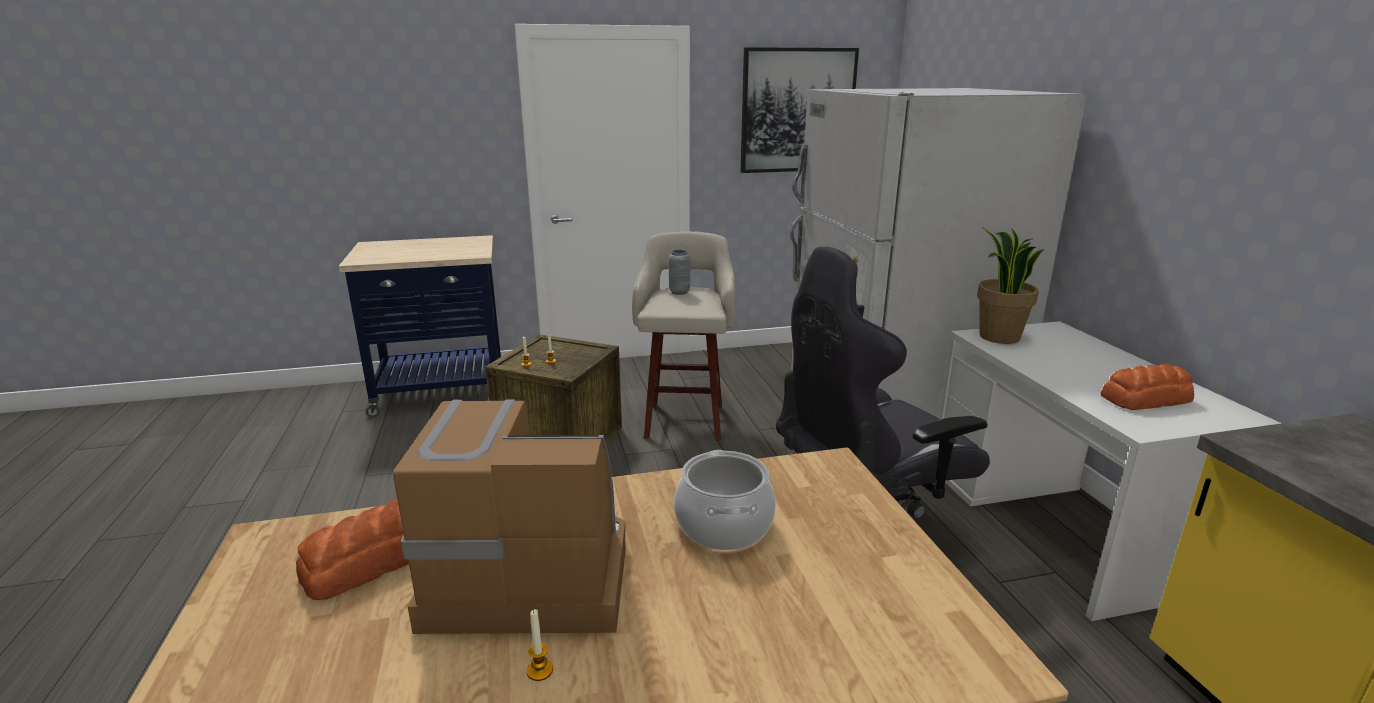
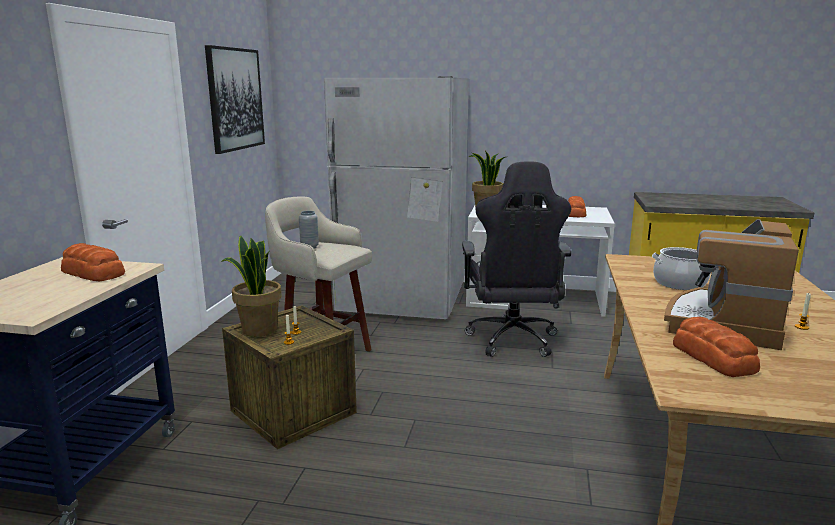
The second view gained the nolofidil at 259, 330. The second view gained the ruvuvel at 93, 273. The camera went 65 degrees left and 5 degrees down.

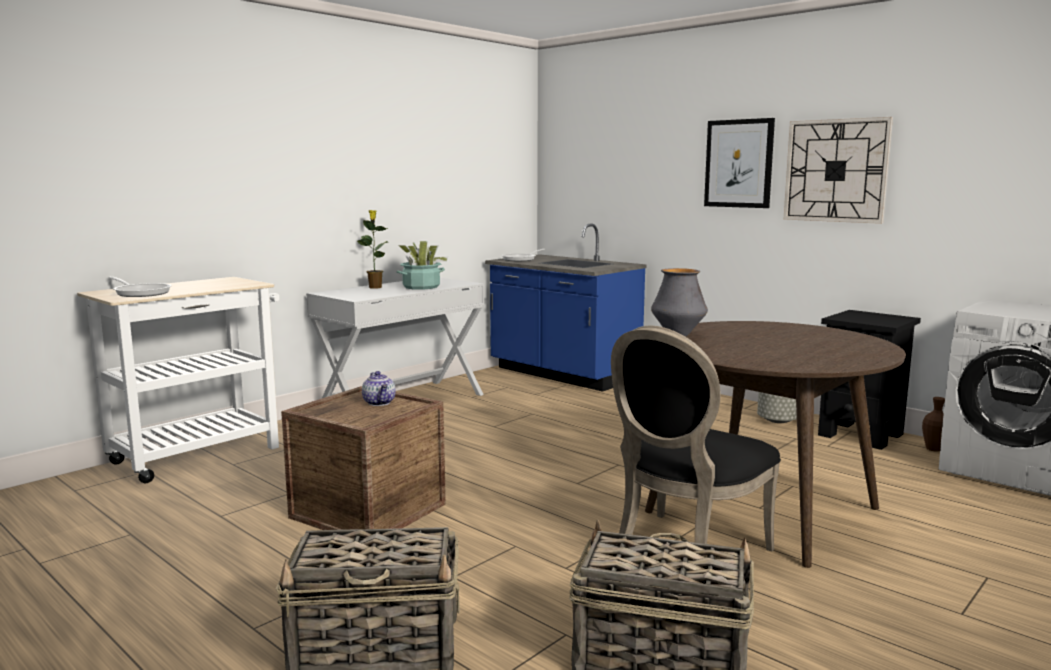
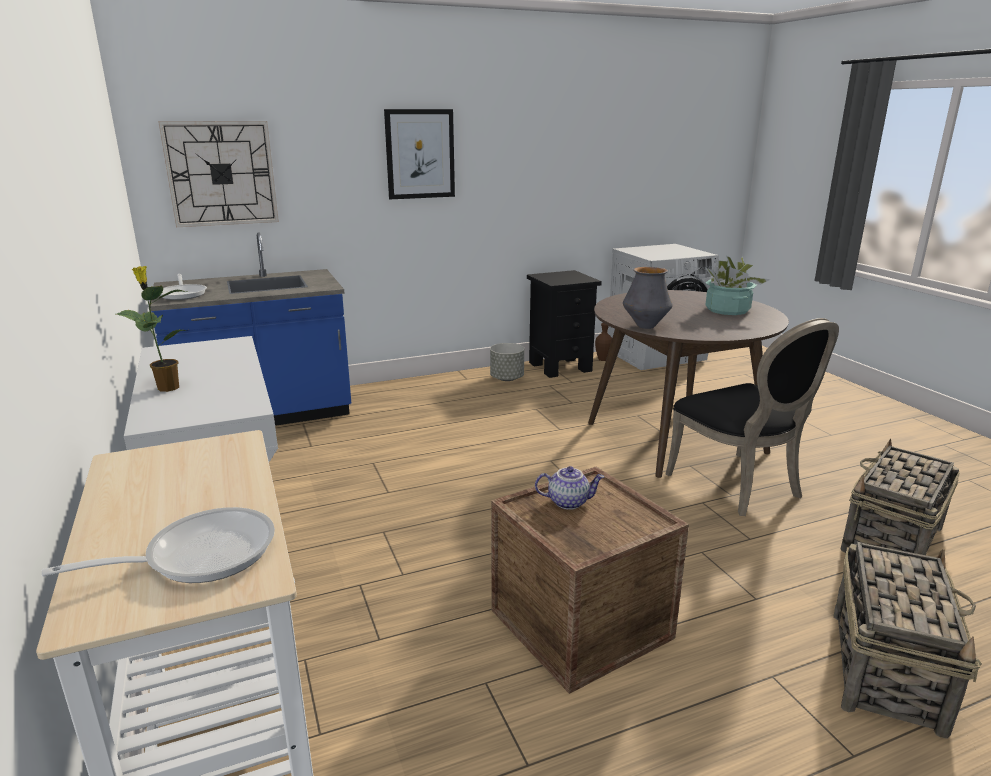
The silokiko ended up elsewhere, having gone from 836, 170 to 221, 173. The nolofidil ended up elsewhere, having gone from 421, 287 to 727, 310. The camera went 65 degrees left and 10 degrees up.

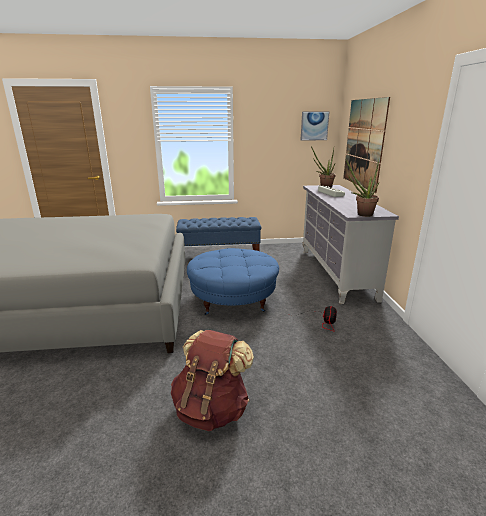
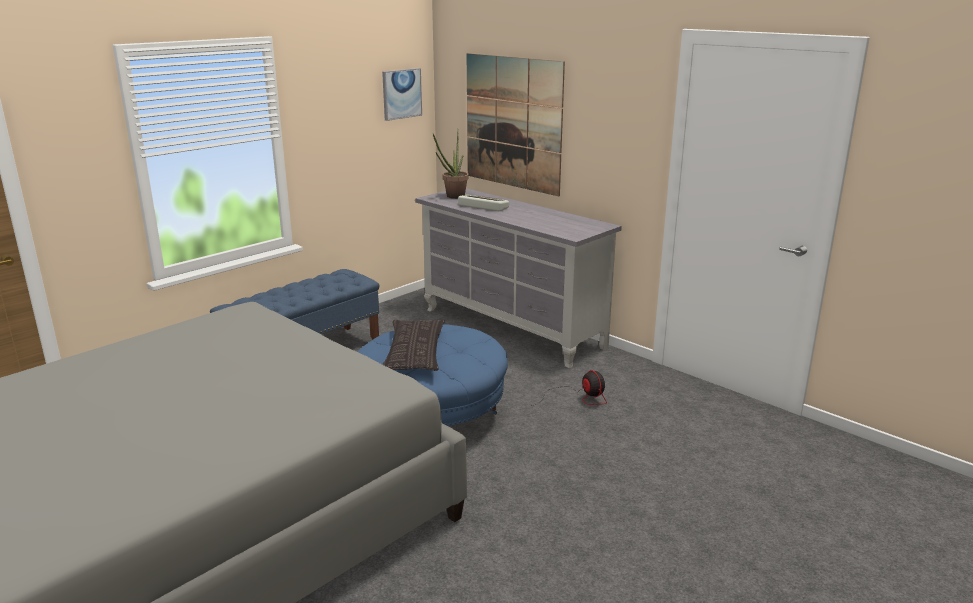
The second view lost the nolofidil at 361, 214. The second view lost the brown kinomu at 212, 409. The second view gained the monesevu at 414, 353. The camera went 40 degrees left and 0 degrees up.

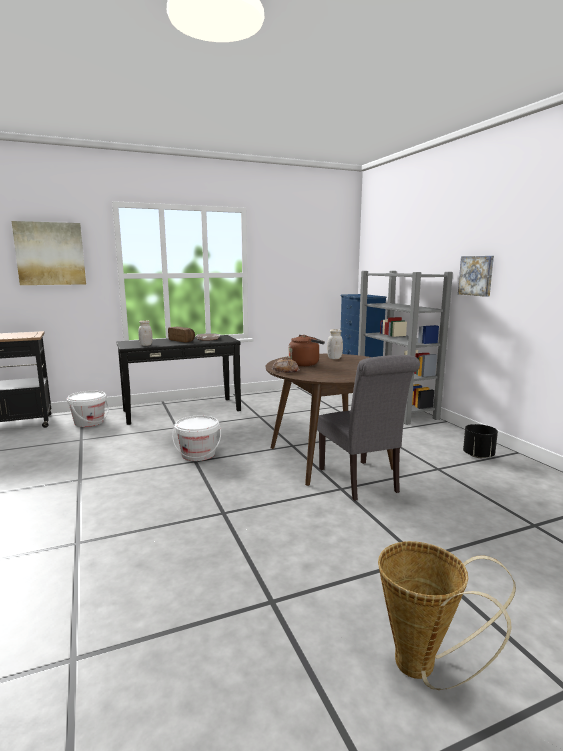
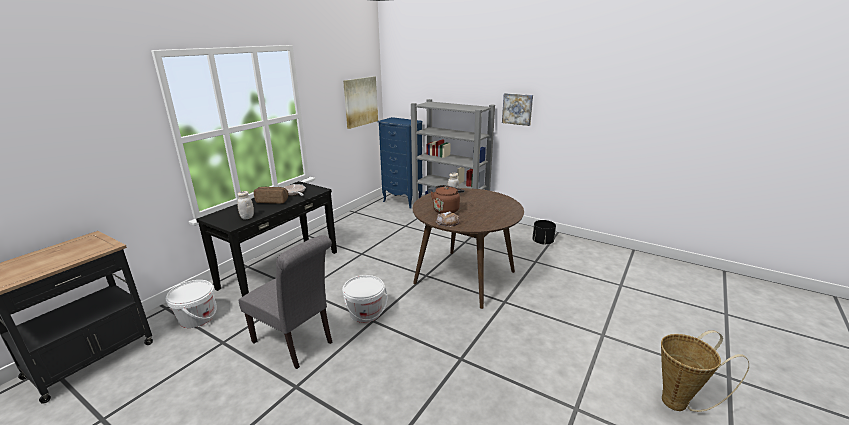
The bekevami ended up elsewhere, having gone from 50, 254 to 360, 101. The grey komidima ended up elsewhere, having gone from 361, 482 to 296, 343. The camera went 35 degrees left and 10 degrees up.

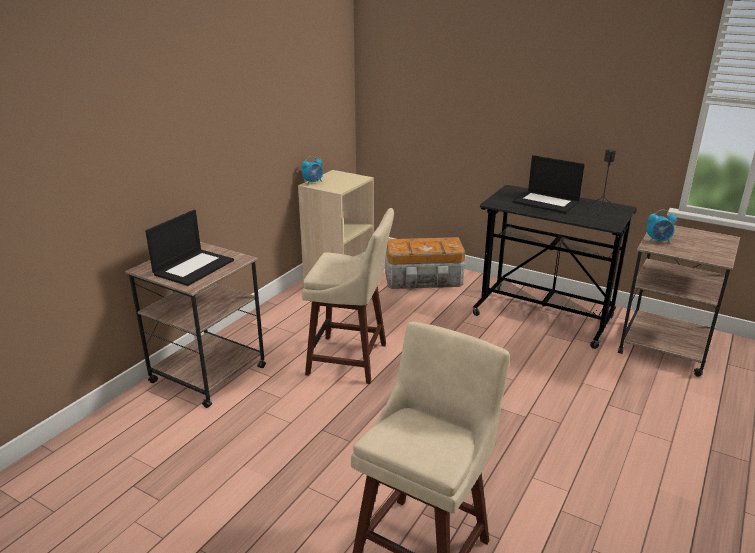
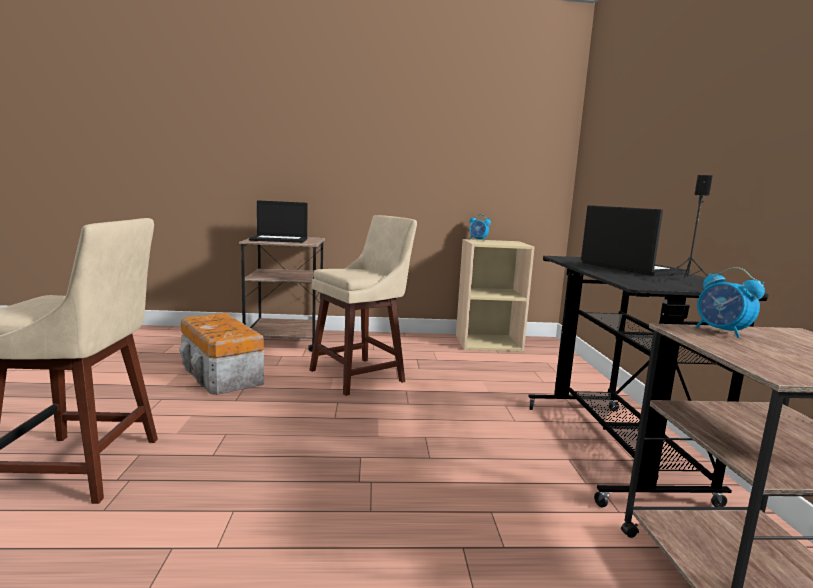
The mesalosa at 547, 202 ended up facing another way, 150 degrees clockwise from before. The beige komidima at 352, 359 ended up facing another way, 105 degrees counterclockwise from before. The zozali ended up elsewhere, having gone from 424, 279 to 221, 374. The camera went 55 degrees right and 15 degrees down.

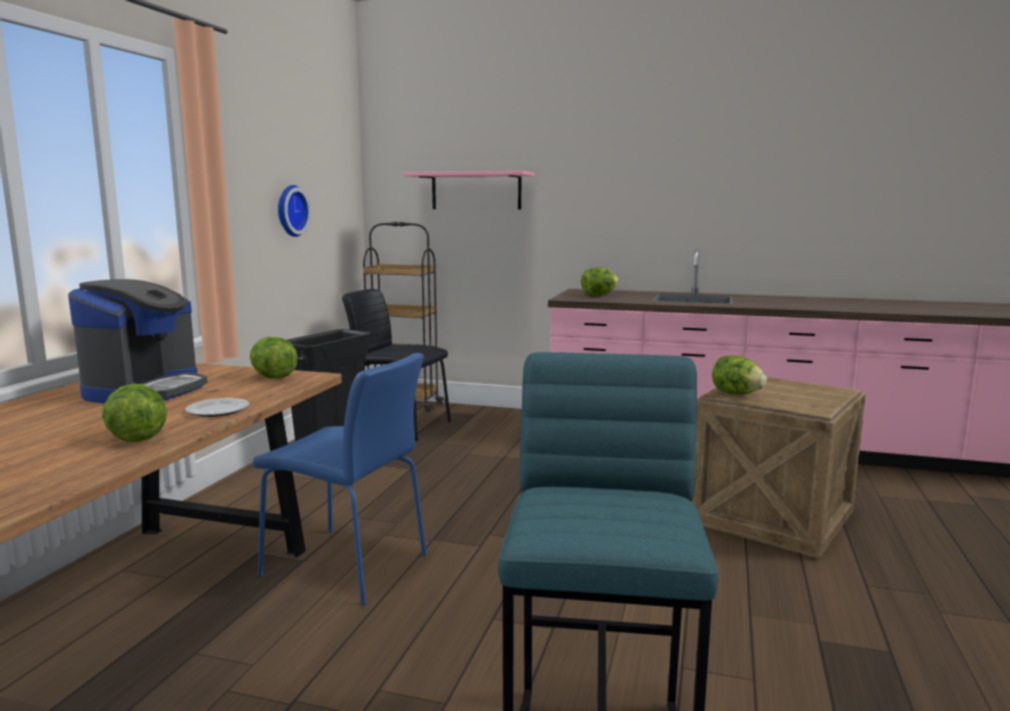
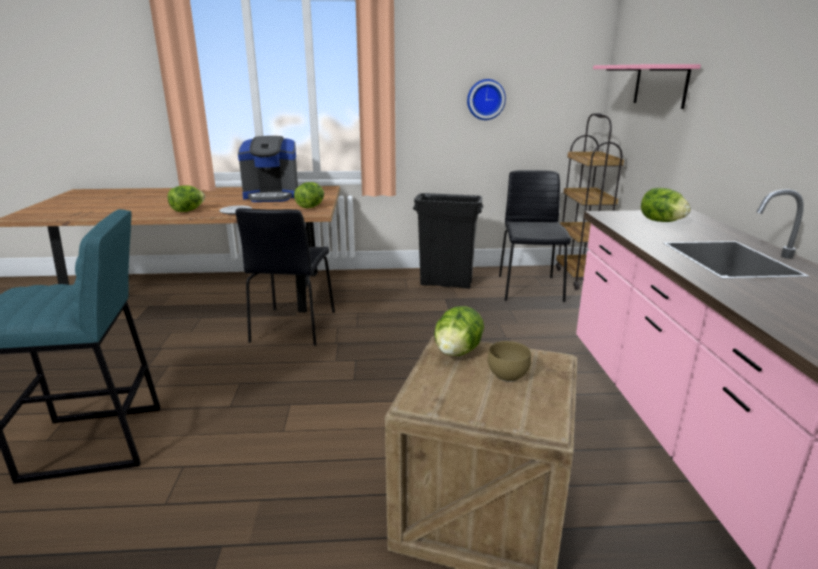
What was the blue komidima at 350, 566 turned into the black komidima at 292, 328. The second view gained the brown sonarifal at 506, 375. The camera went 70 degrees right and 10 degrees up.

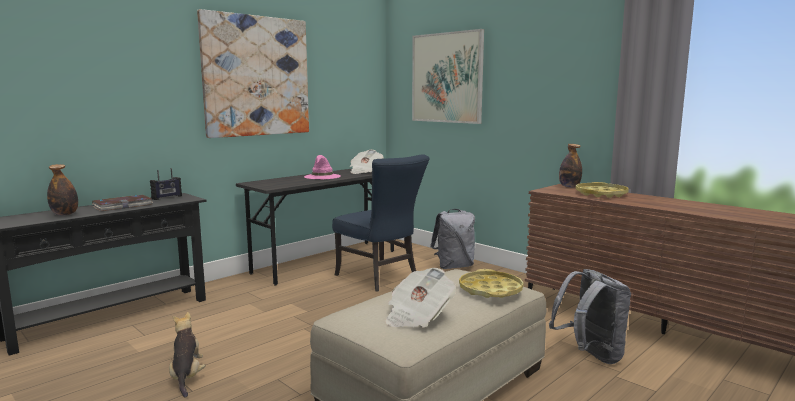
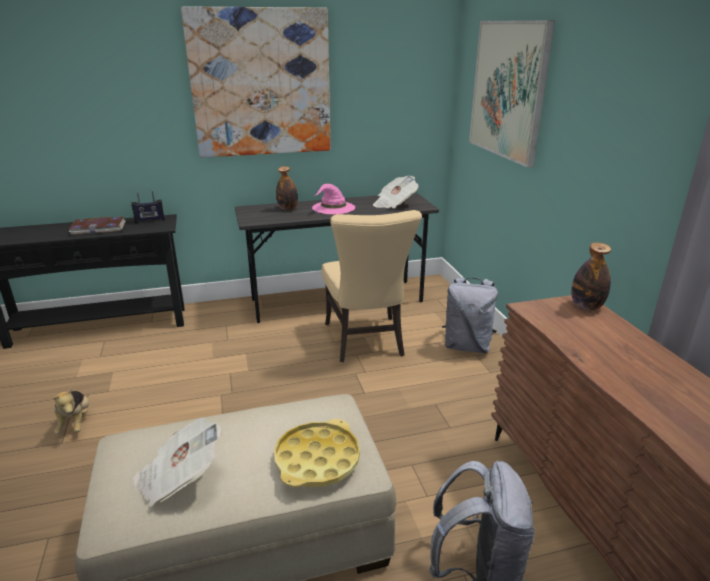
What was the blue komidima at 381, 278 turned into the beige komidima at 366, 342. The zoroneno ended up elsewhere, having gone from 65, 214 to 287, 209. The second view lost the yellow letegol at 601, 194. The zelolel at 187, 376 ended up facing another way, 150 degrees clockwise from before. The camera went 30 degrees right and 15 degrees up.

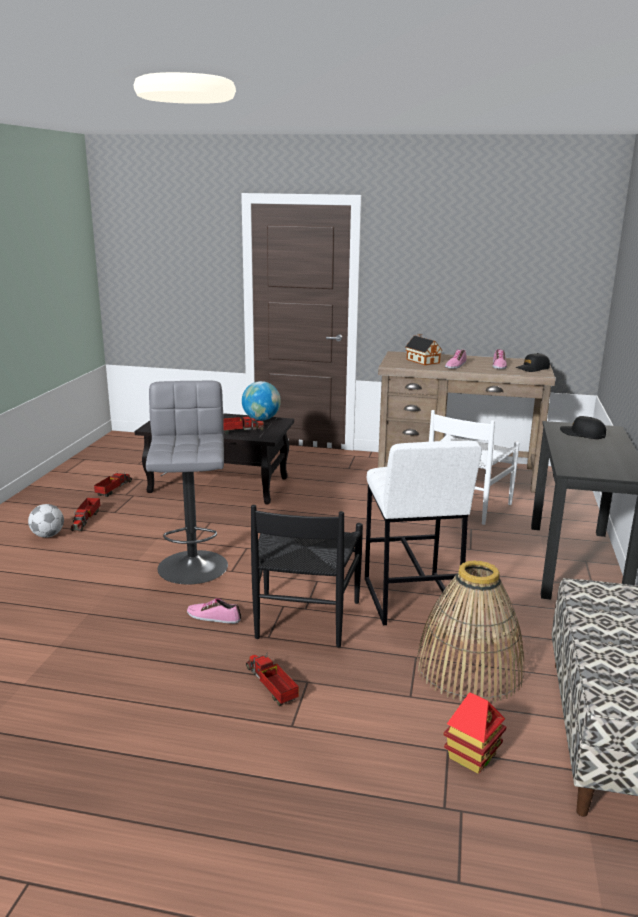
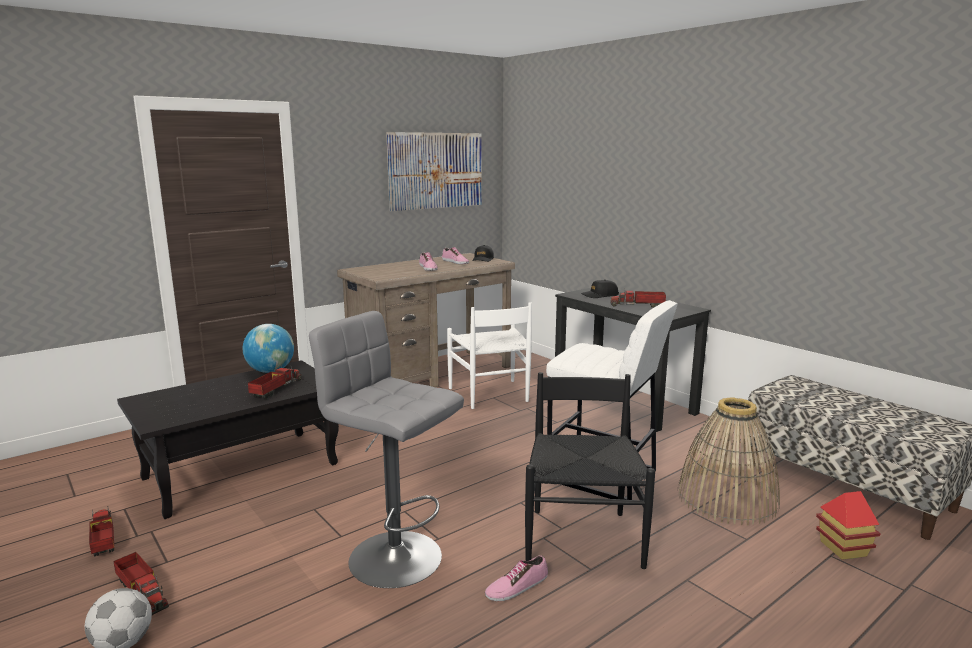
The second view lost the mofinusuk at 422, 361. The black komidima at 304, 620 ended up facing another way, 135 degrees counterclockwise from before. The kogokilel ended up elsewhere, having gone from 271, 686 to 639, 306. The second view gained the bekevami at 435, 170. The camera went 50 degrees left and 5 degrees down.

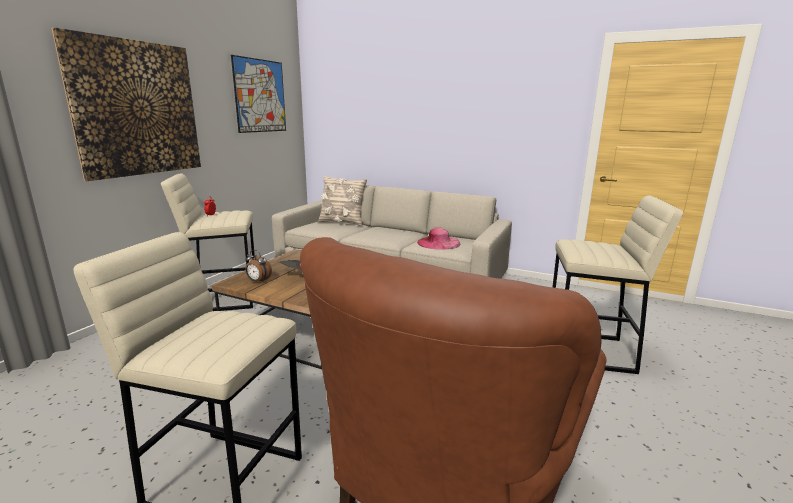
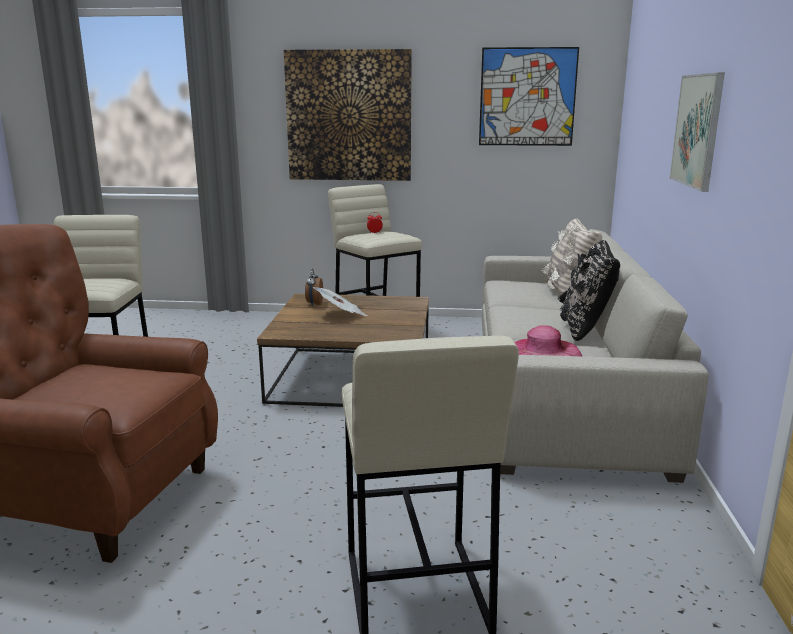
The second view gained the bekevami at 697, 130. The second view gained the black monesevu at 584, 327. The camera went 70 degrees right and 0 degrees up.

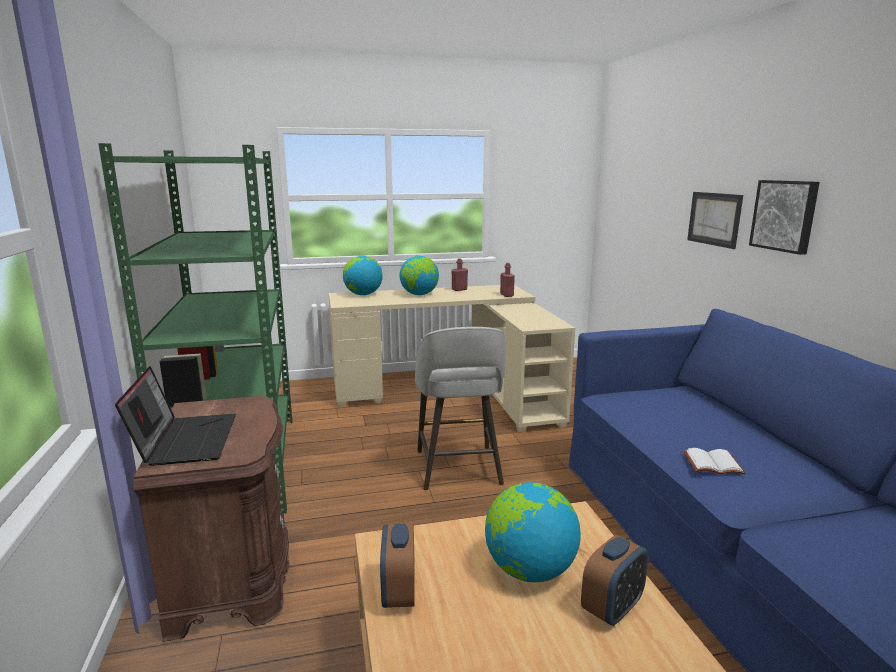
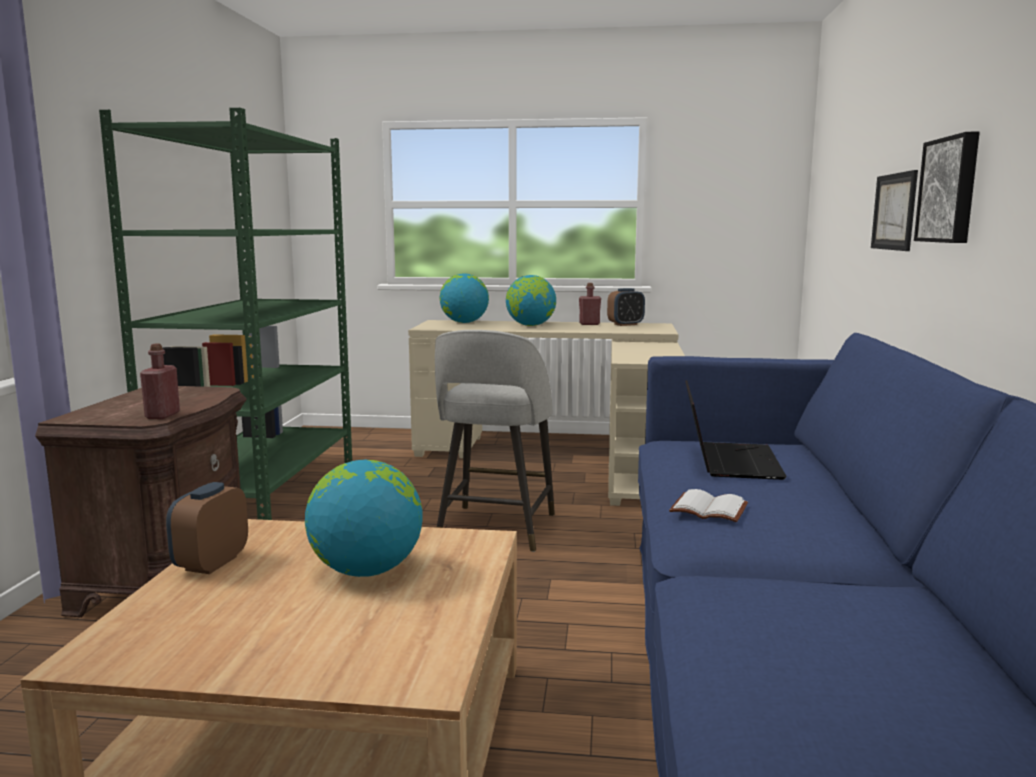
The red zoroneno ended up elsewhere, having gone from 506, 295 to 162, 415. The mesalosa ended up elsewhere, having gone from 185, 440 to 728, 461. The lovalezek ended up elsewhere, having gone from 612, 608 to 625, 324. The camera went 20 degrees right and 5 degrees down.

